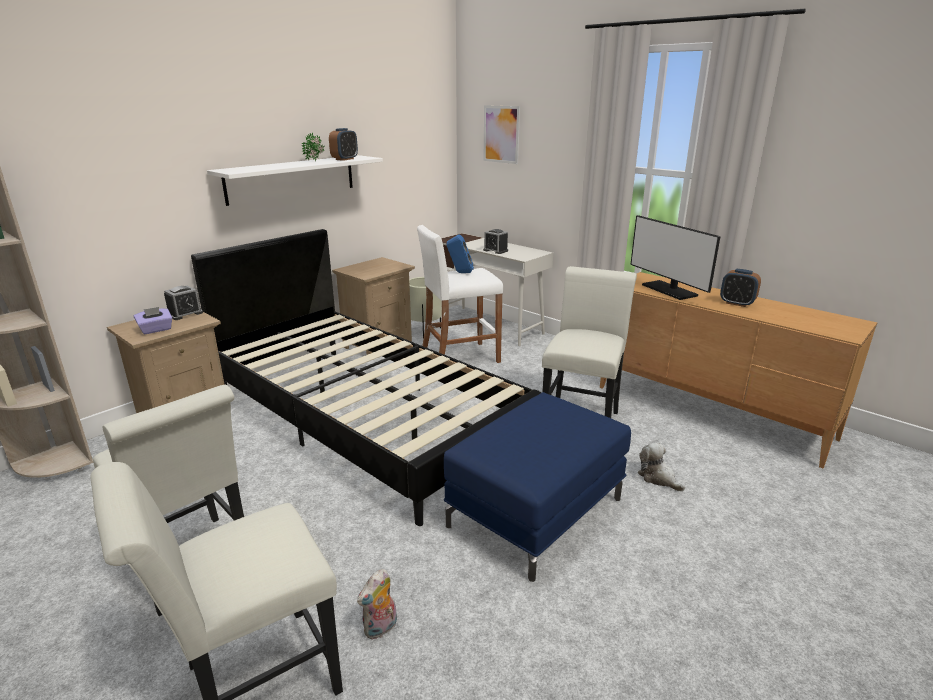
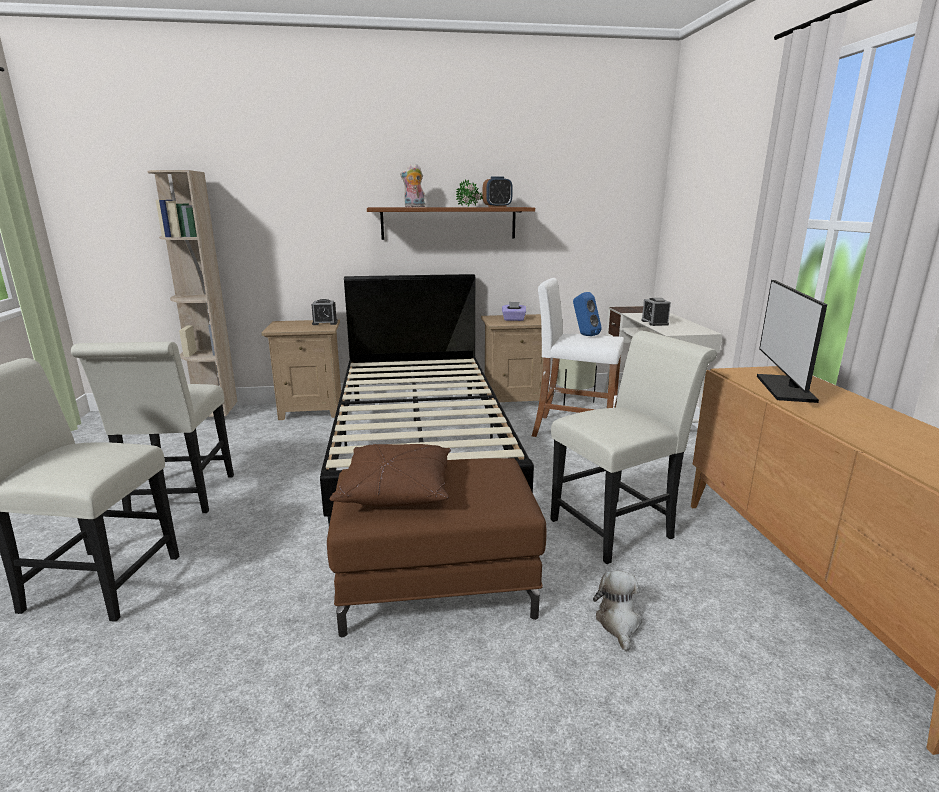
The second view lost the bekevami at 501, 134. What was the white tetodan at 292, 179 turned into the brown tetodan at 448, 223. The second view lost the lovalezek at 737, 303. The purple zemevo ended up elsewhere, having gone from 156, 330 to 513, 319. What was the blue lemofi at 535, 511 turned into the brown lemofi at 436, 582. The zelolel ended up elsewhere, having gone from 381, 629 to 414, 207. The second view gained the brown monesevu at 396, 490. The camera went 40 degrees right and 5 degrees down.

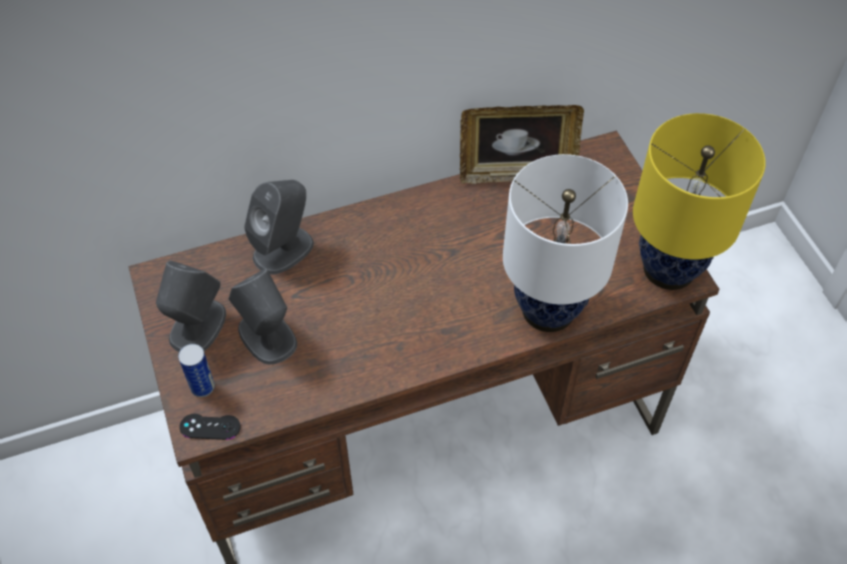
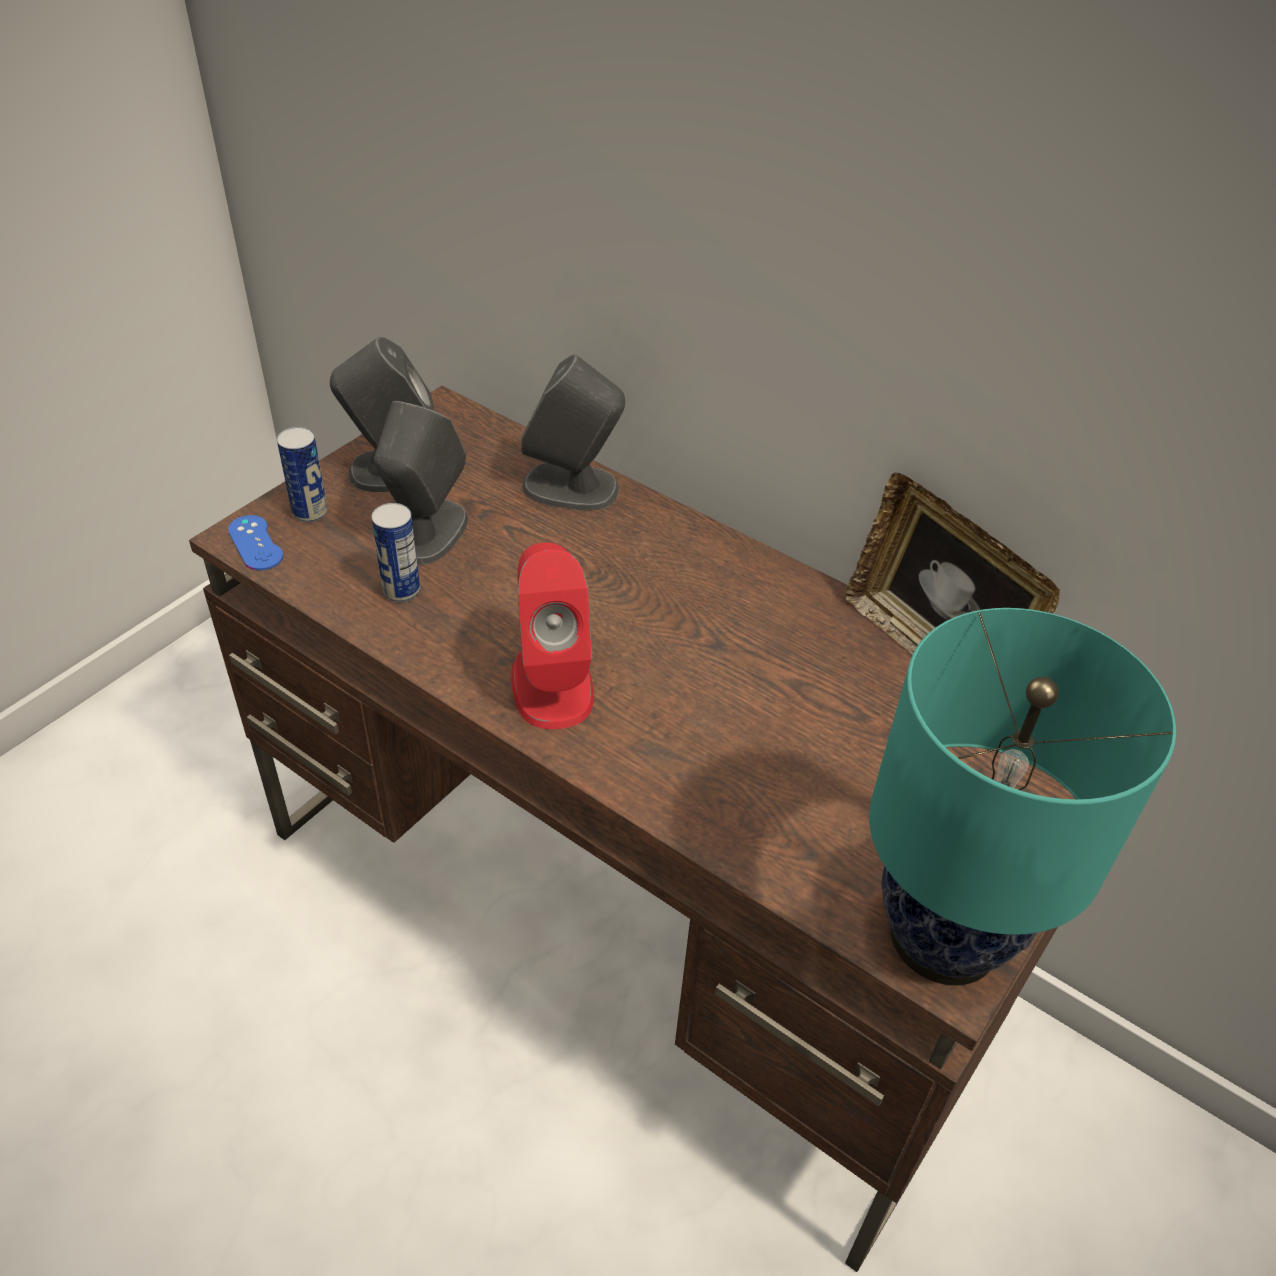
What was the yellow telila at 668, 269 turned into the turquoise telila at 942, 936. The second view lost the white telila at 548, 310. What was the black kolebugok at 210, 427 turned into the blue kolebugok at 255, 543. The second view gained the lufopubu at 401, 590. The second view gained the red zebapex at 552, 684. The camera went 55 degrees right and 10 degrees down.

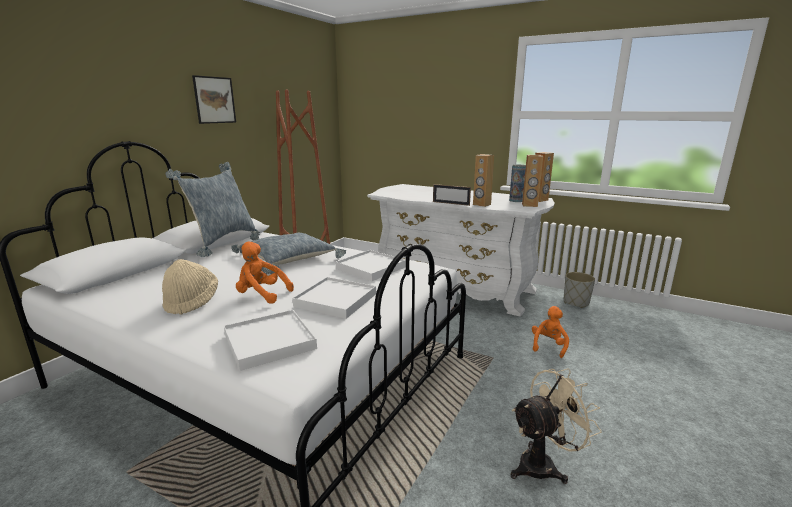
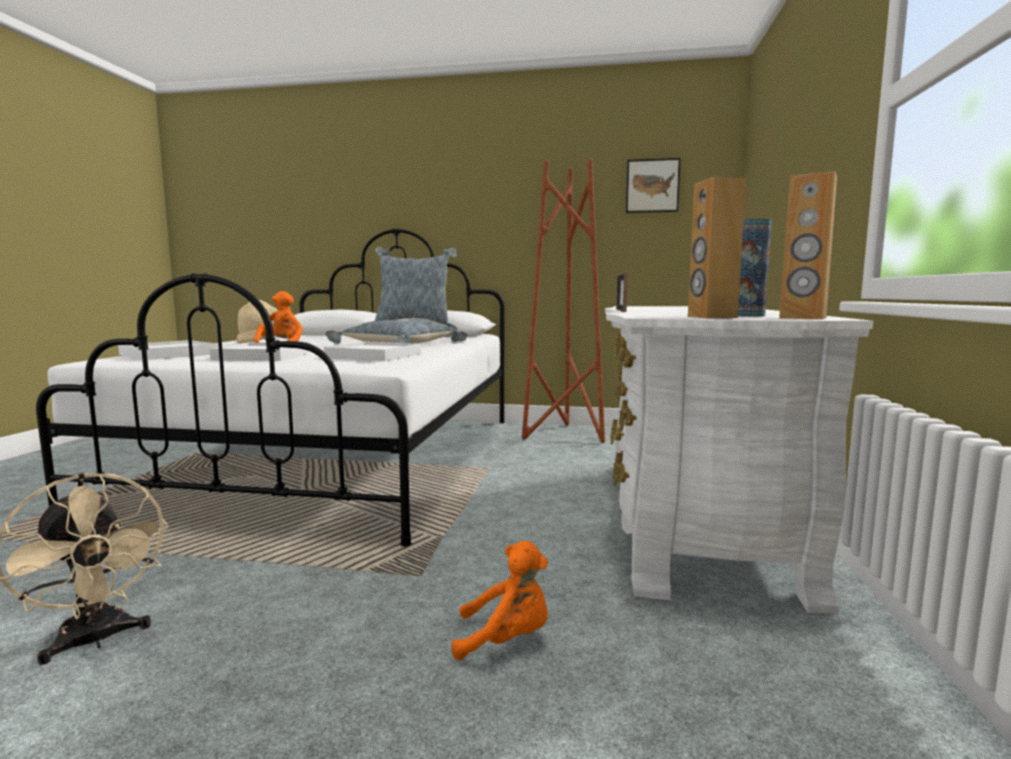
The bekevami ended up elsewhere, having gone from 214, 100 to 652, 186. The second view lost the brown zebapex at 481, 204. The second view lost the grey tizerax at 576, 302. The camera went 70 degrees right and 10 degrees down.

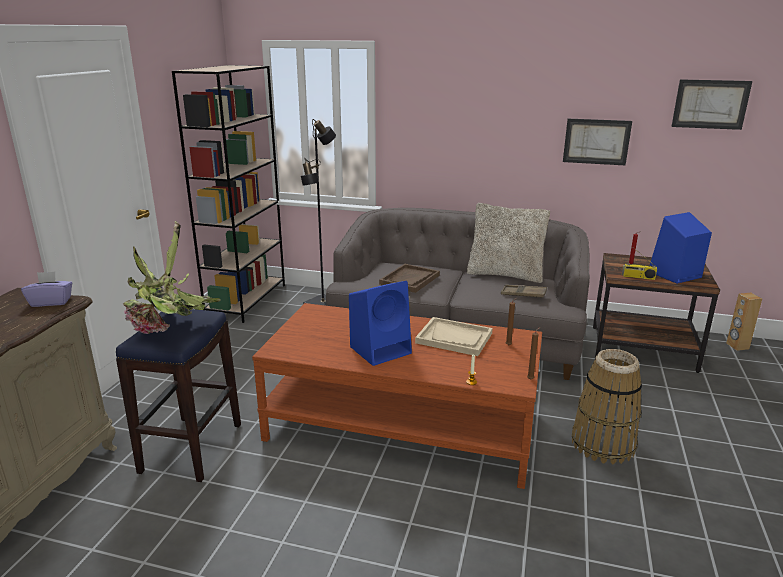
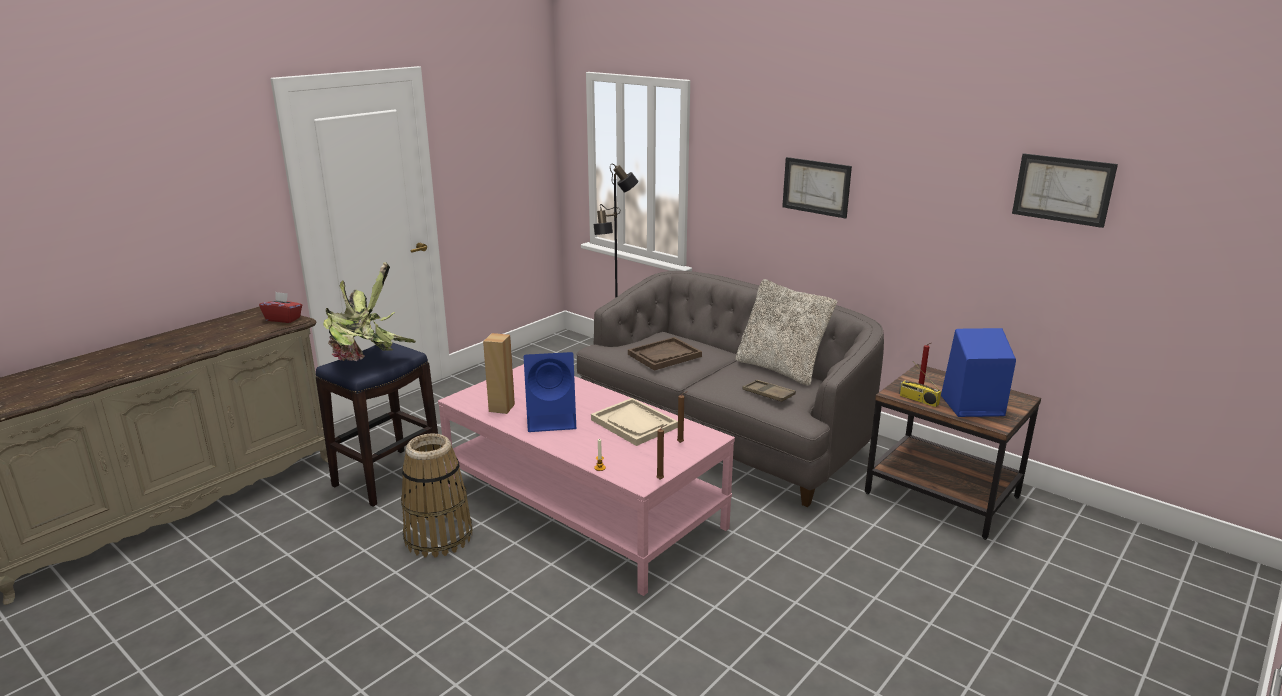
The second view lost the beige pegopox at 246, 300. The bekevami ended up elsewhere, having gone from 596, 141 to 816, 187. What was the purple zemevo at 51, 302 turned into the red zemevo at 283, 319. The brown zebapex ended up elsewhere, having gone from 737, 346 to 501, 408. What was the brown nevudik at 402, 426 turned into the pink nevudik at 583, 506. The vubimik ended up elsewhere, having gone from 602, 444 to 439, 536. The camera went 25 degrees right and 0 degrees up.

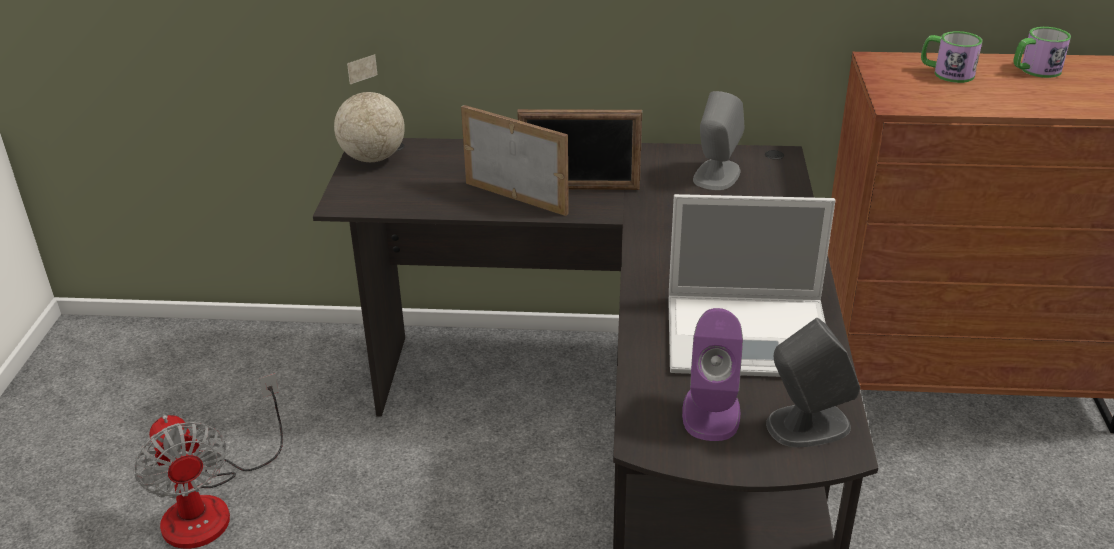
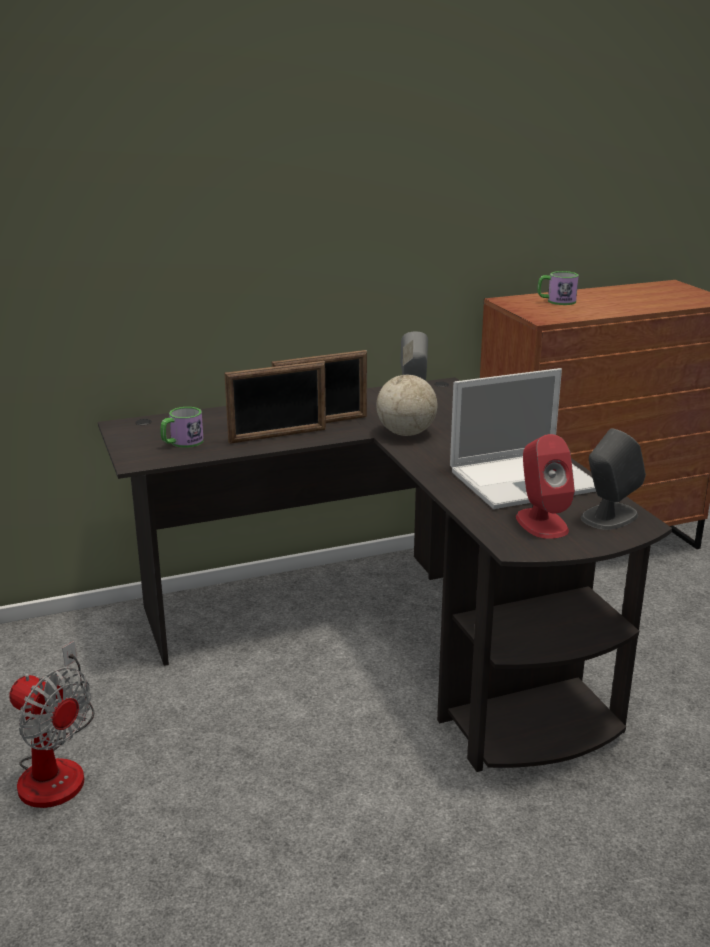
The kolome ended up elsewhere, having gone from 1034, 70 to 182, 443. The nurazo ended up elsewhere, having gone from 374, 158 to 407, 433. The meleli at 516, 198 ended up facing another way, 150 degrees clockwise from before. What was the purple zebapex at 711, 411 turned into the red zebapex at 541, 523. The camera went 25 degrees left and 10 degrees down.

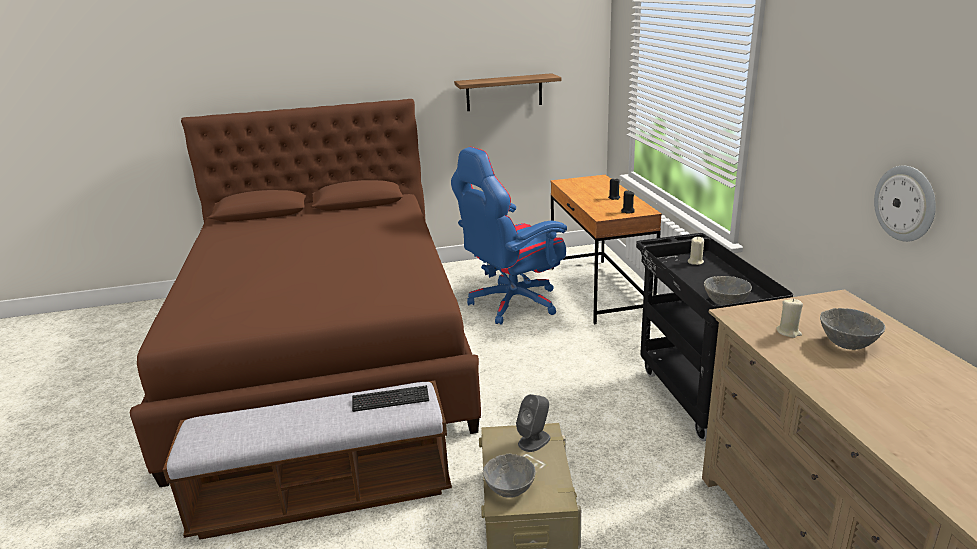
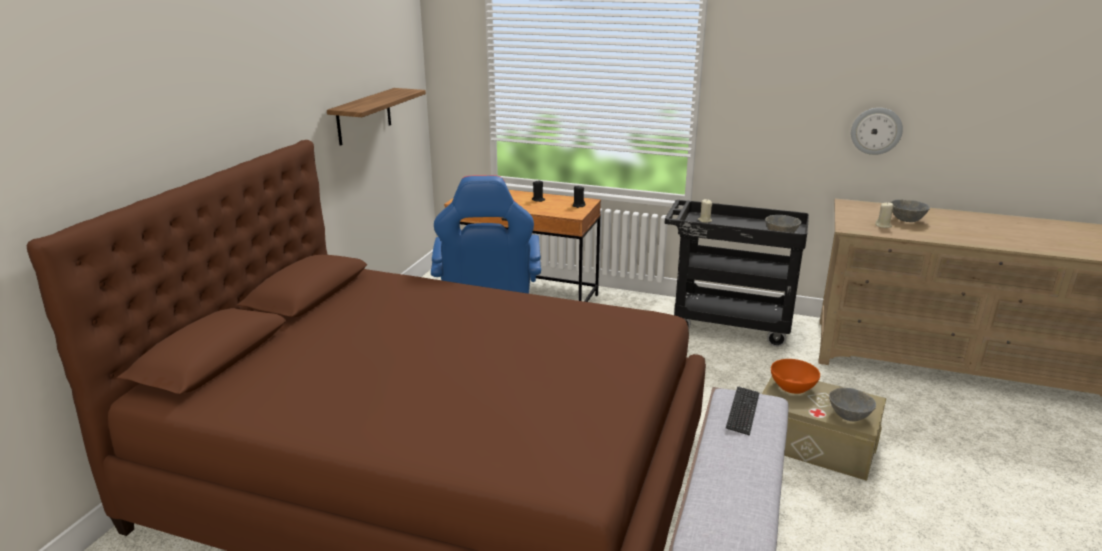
Where the grey zebapex stood at 534, 440, the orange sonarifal came to stand at 792, 386. The camera went 60 degrees left and 0 degrees up.

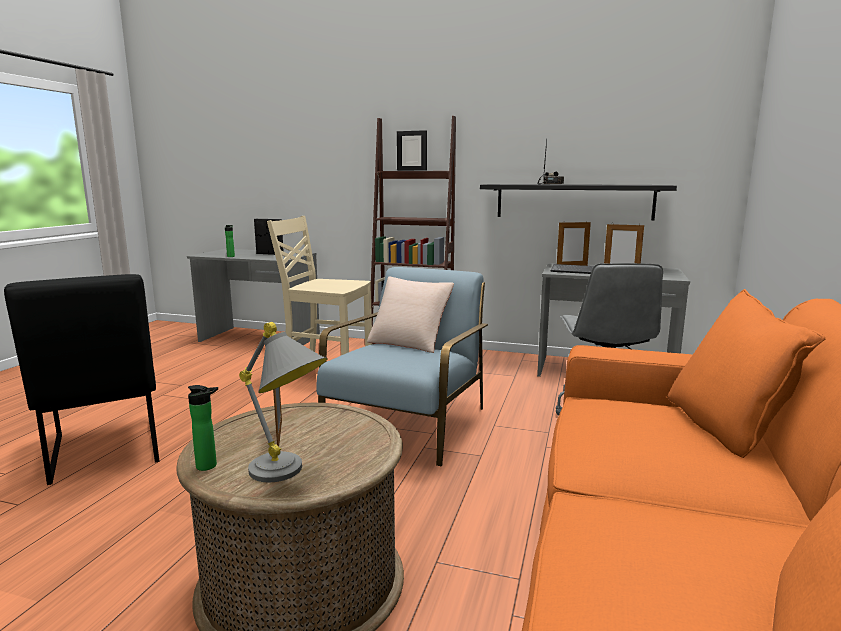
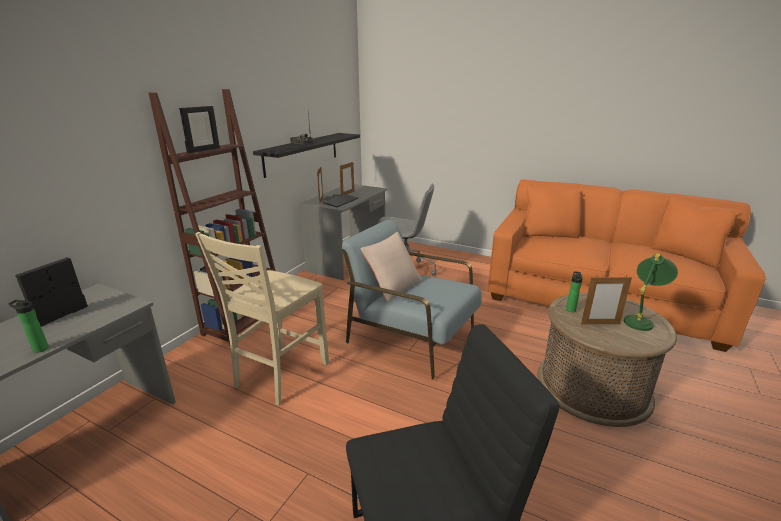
What was the grey telila at 288, 475 turned into the green telila at 641, 320. The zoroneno ended up elsewhere, having gone from 209, 466 to 570, 309. The camera went 80 degrees left and 10 degrees up.

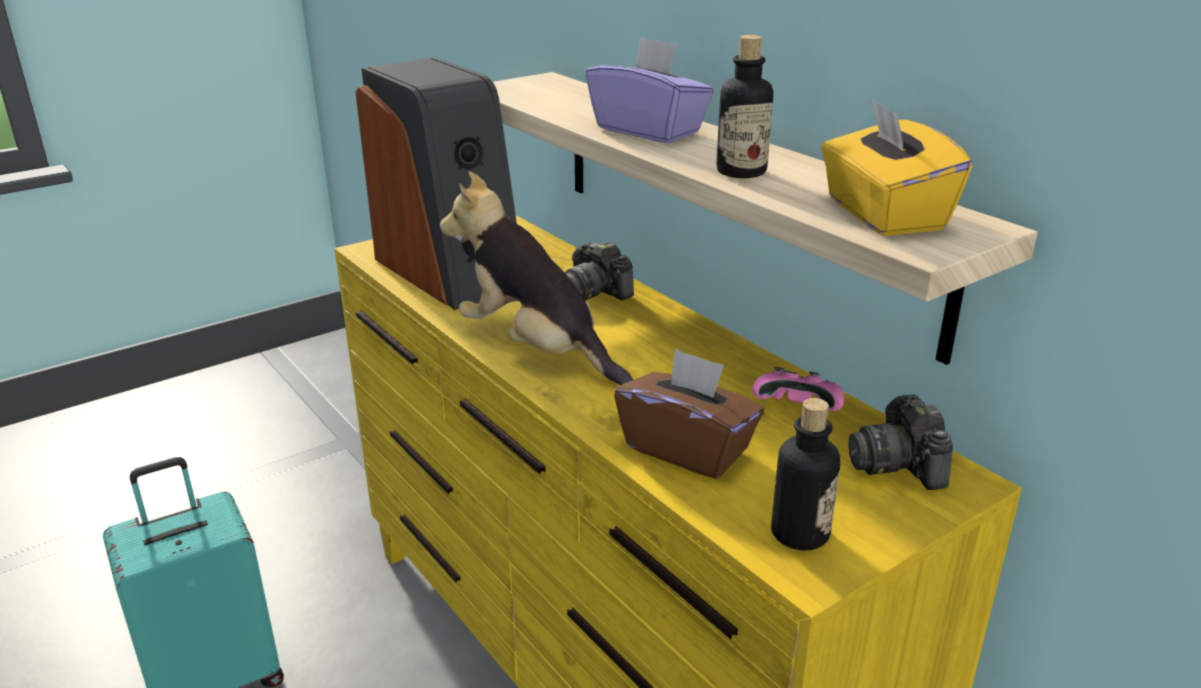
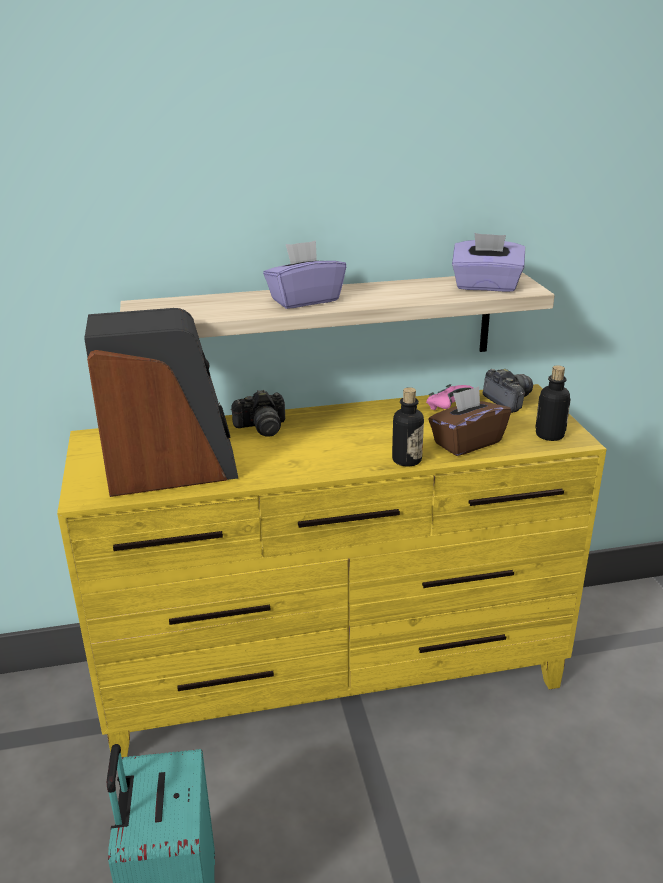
The zoroneno ended up elsewhere, having gone from 741, 171 to 406, 460. What was the yellow zemevo at 882, 215 turned into the purple zemevo at 486, 286. The second view lost the zelolel at 536, 350. The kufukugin at 898, 464 ended up facing another way, 135 degrees counterclockwise from before. The camera went 65 degrees left and 0 degrees up.

